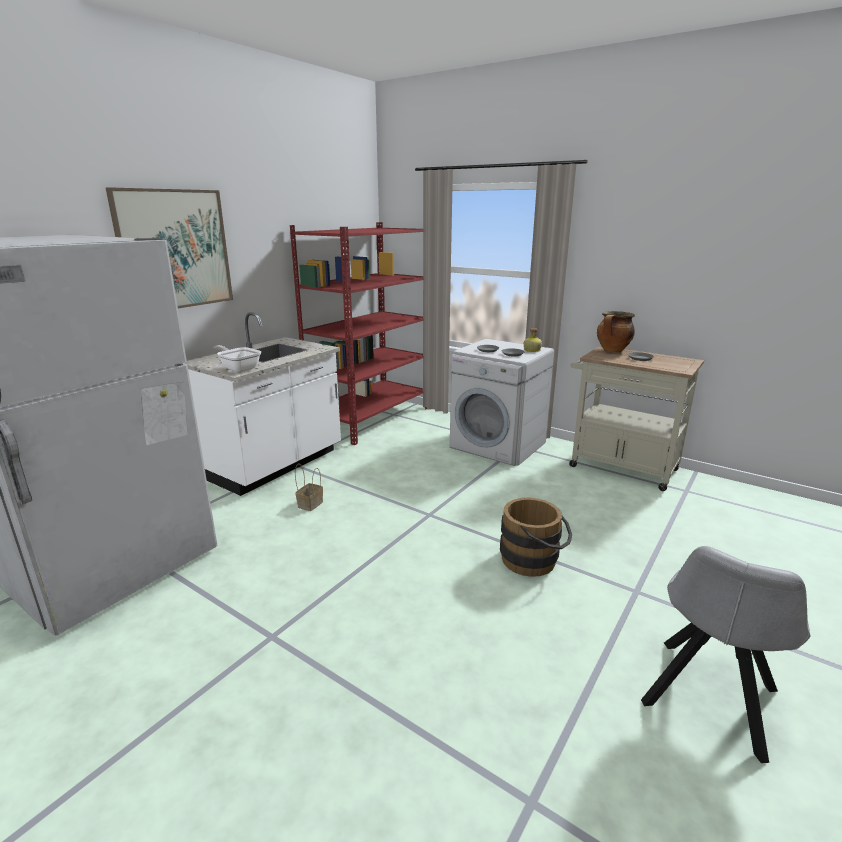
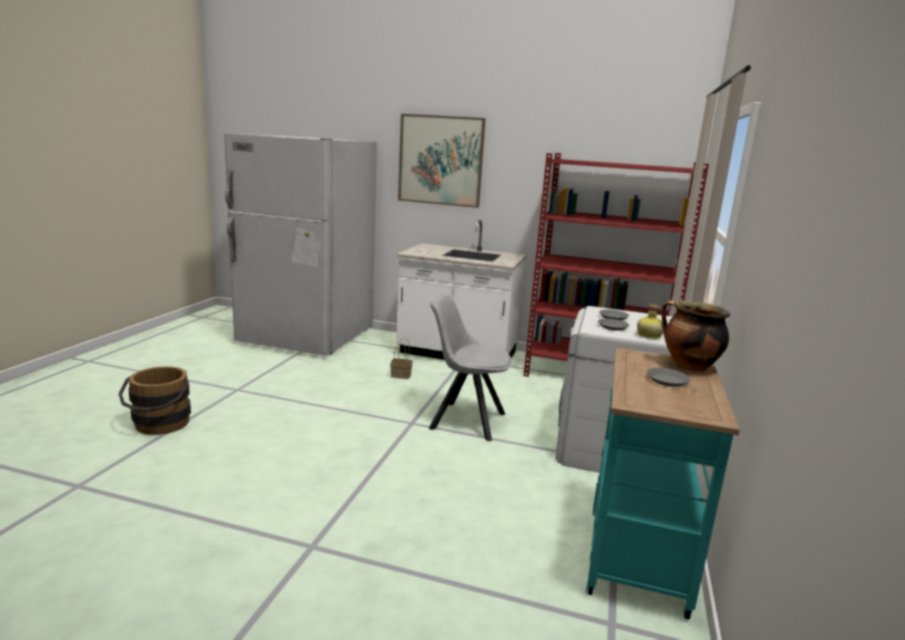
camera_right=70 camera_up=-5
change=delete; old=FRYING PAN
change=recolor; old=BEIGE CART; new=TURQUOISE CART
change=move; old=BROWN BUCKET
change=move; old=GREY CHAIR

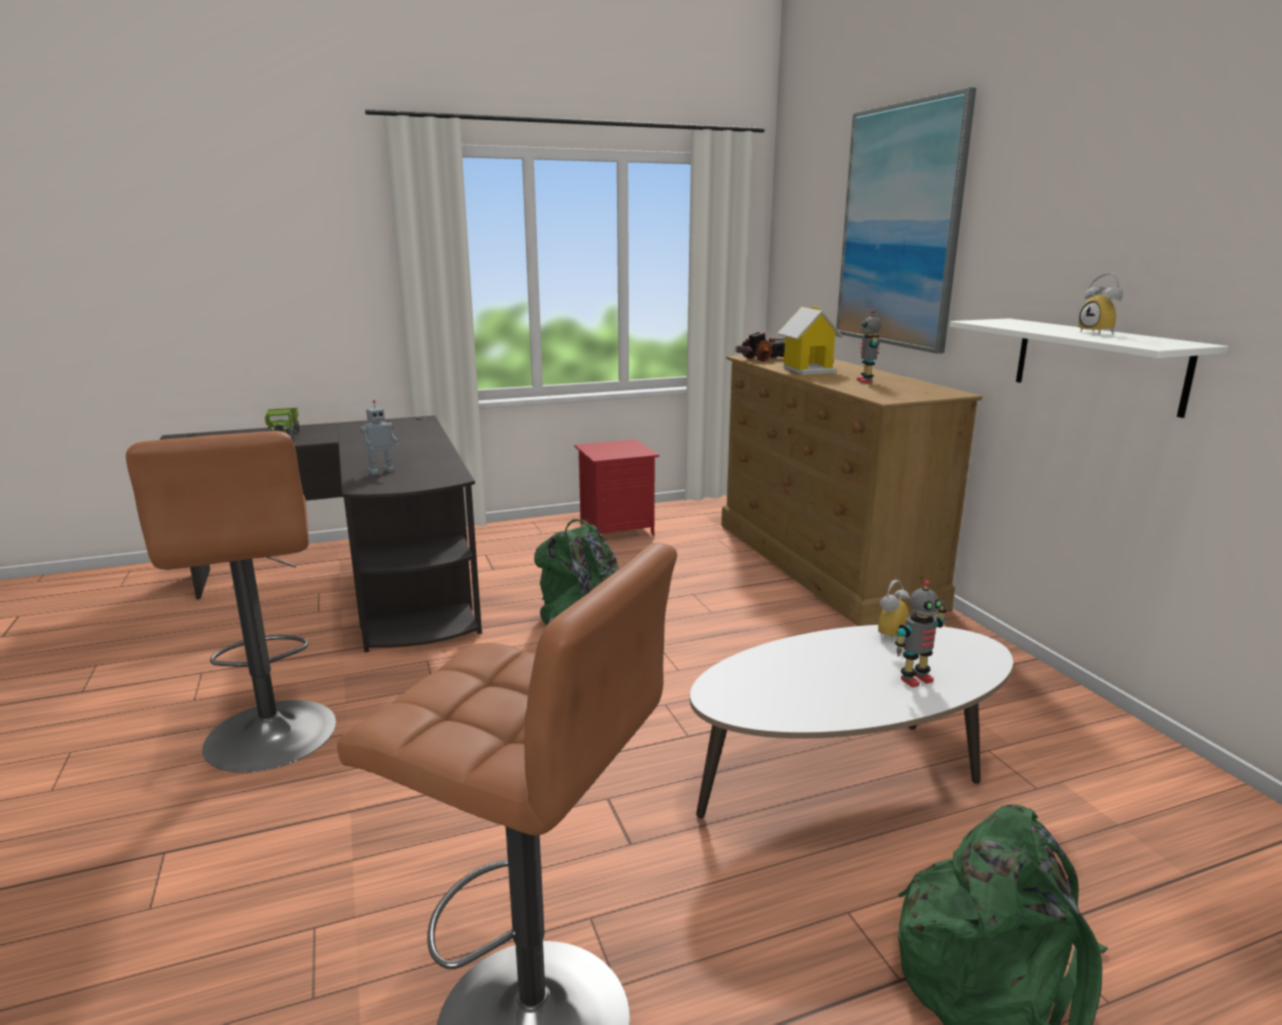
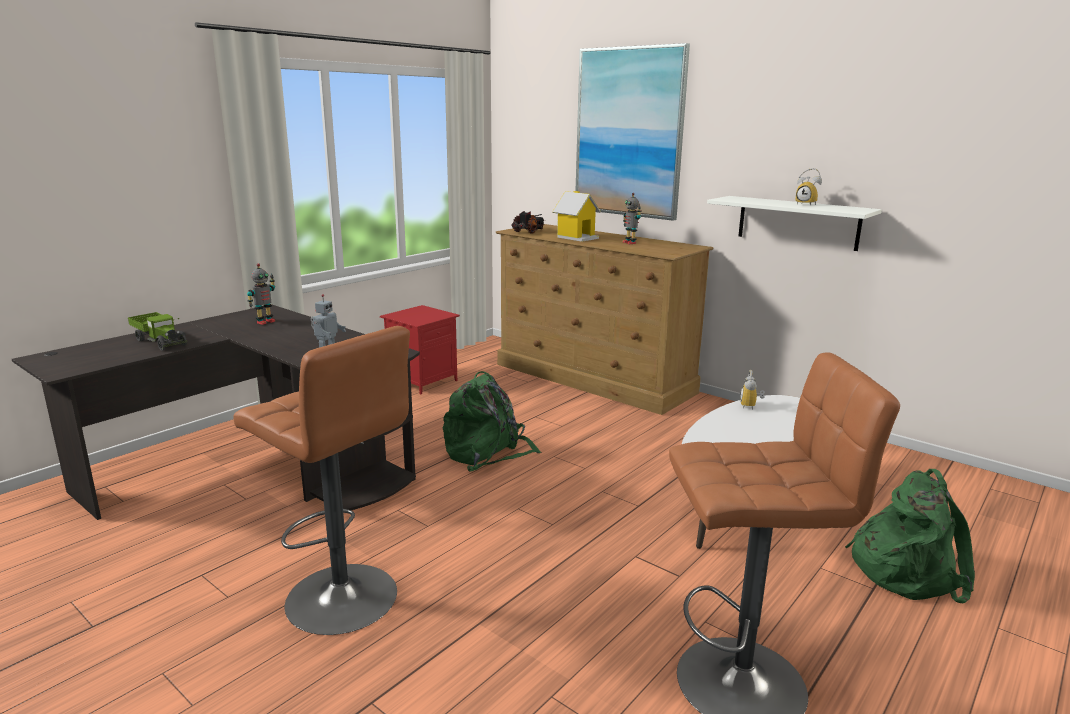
camera_right=-30 camera_up=0
change=move; old=TOY ROBOT (3rd from left in the first image); new=TOY ROBOT (1st from left)

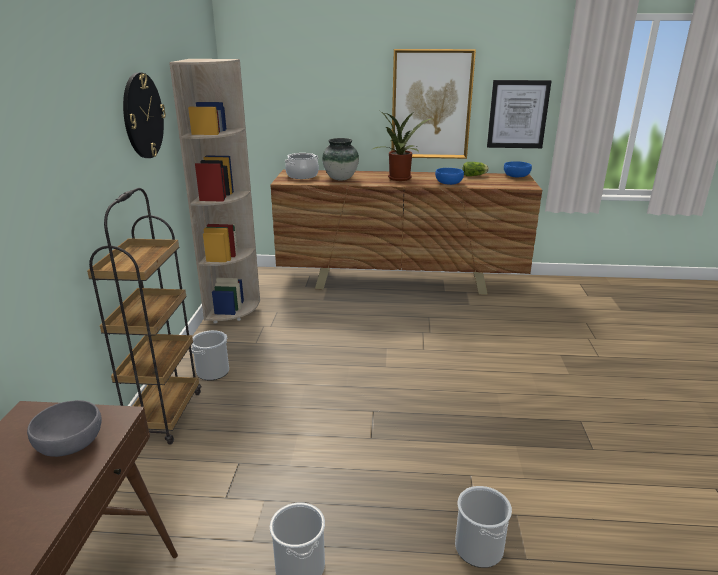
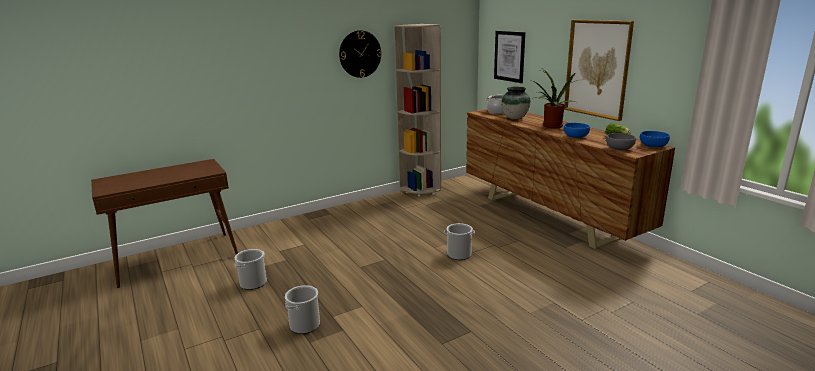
camera_right=55 camera_up=-5
change=move; old=PICTURE (2nd from left in the first image); new=PICTURE (1st from left)
change=delete; old=BROWN CART
change=move; old=BUCKET (1st from left in the first image); new=BUCKET (3rd from left)
change=move; old=GREY BOWL

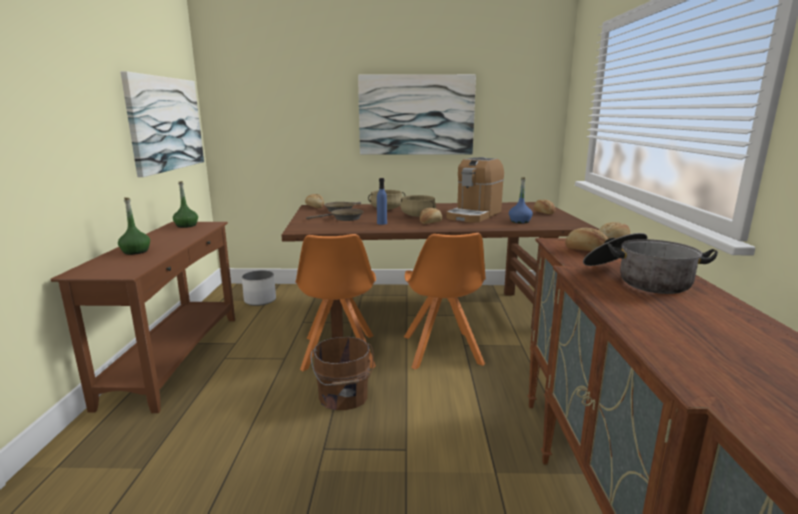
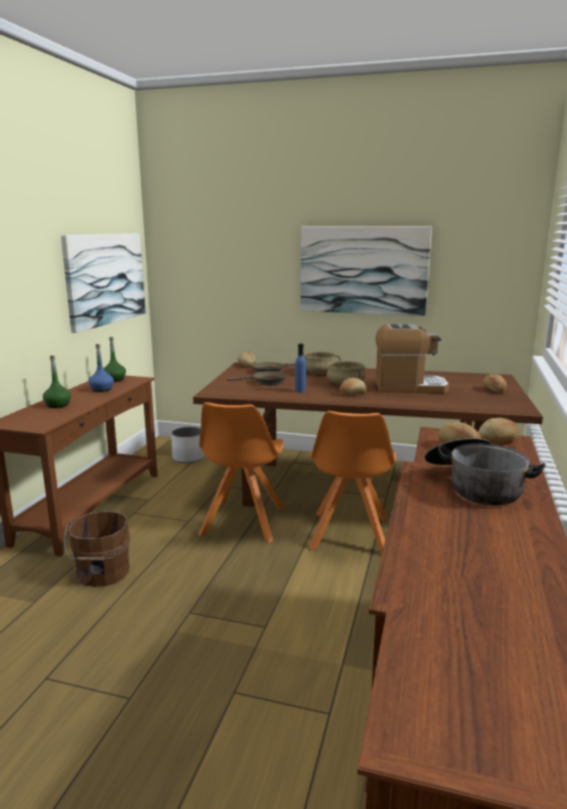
camera_right=15 camera_up=0
change=rotate; old=COFFEE MACHINE; degrees=-135
change=move; old=BLUE BOTTLE (2nd from left in the first image); new=BLUE BOTTLE (1st from left)
change=move; old=BROWN BUCKET

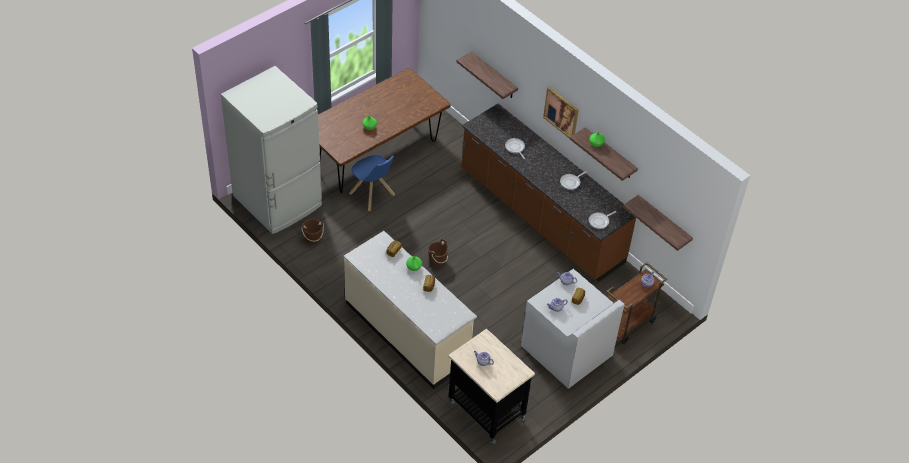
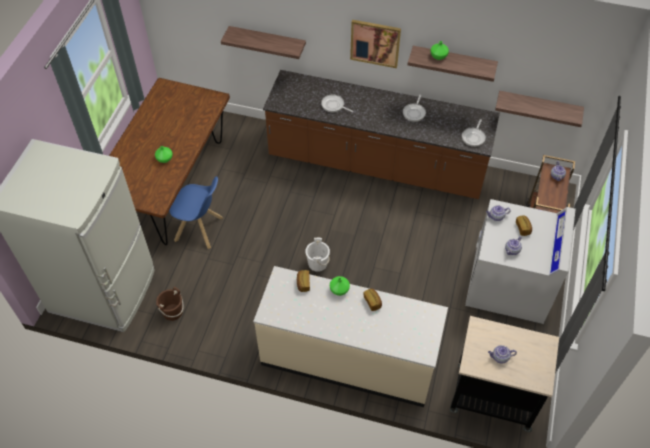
camera_right=-30 camera_up=5
change=recolor; old=BROWN BUCKET (2nd from left); new=WHITE BUCKET

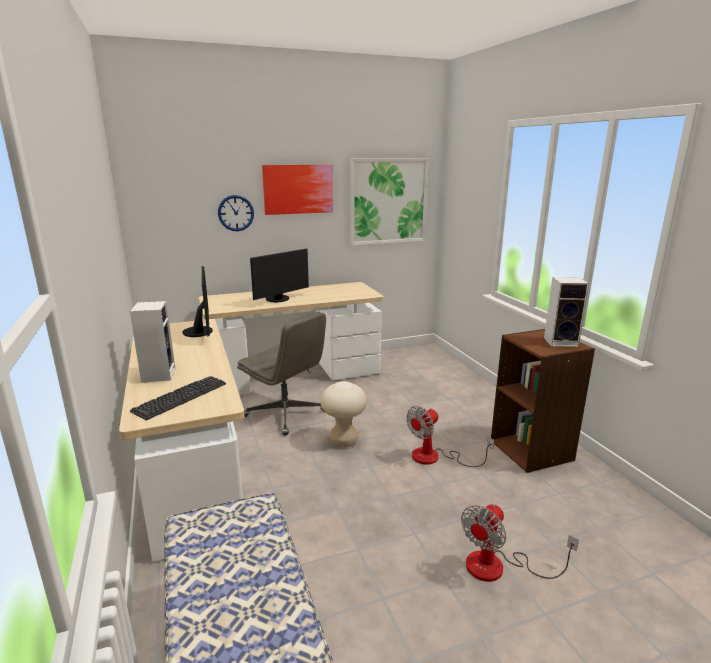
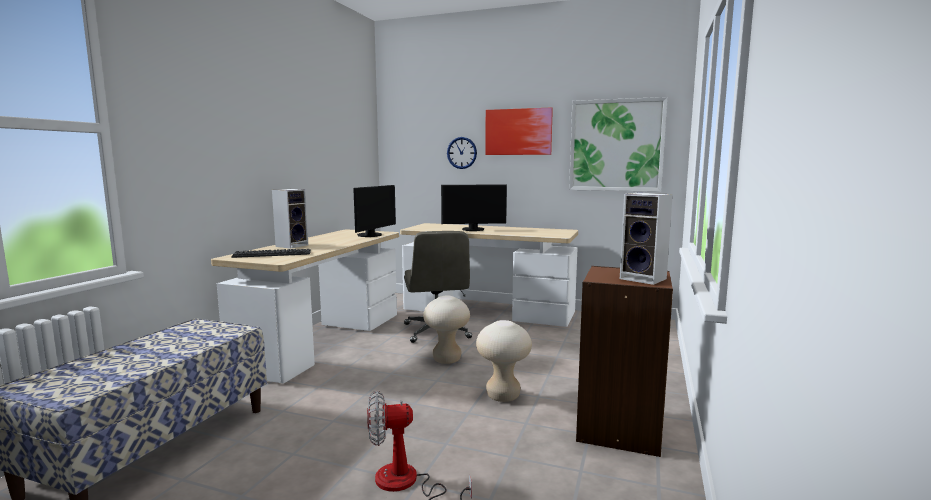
camera_right=40 camera_up=-10
change=replace; old=FAN (1st from left); new=BEIGE STOOL (2nd from left)

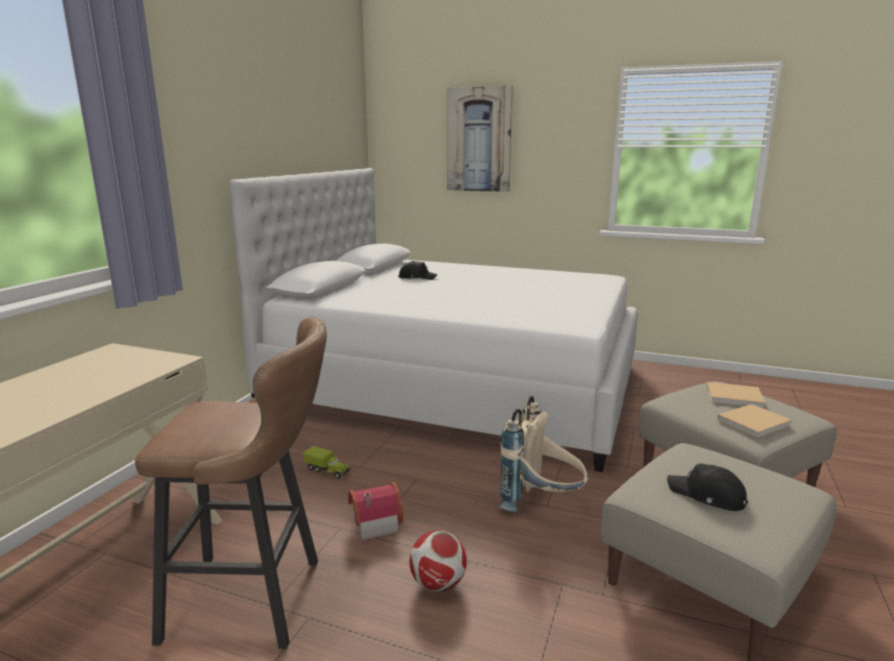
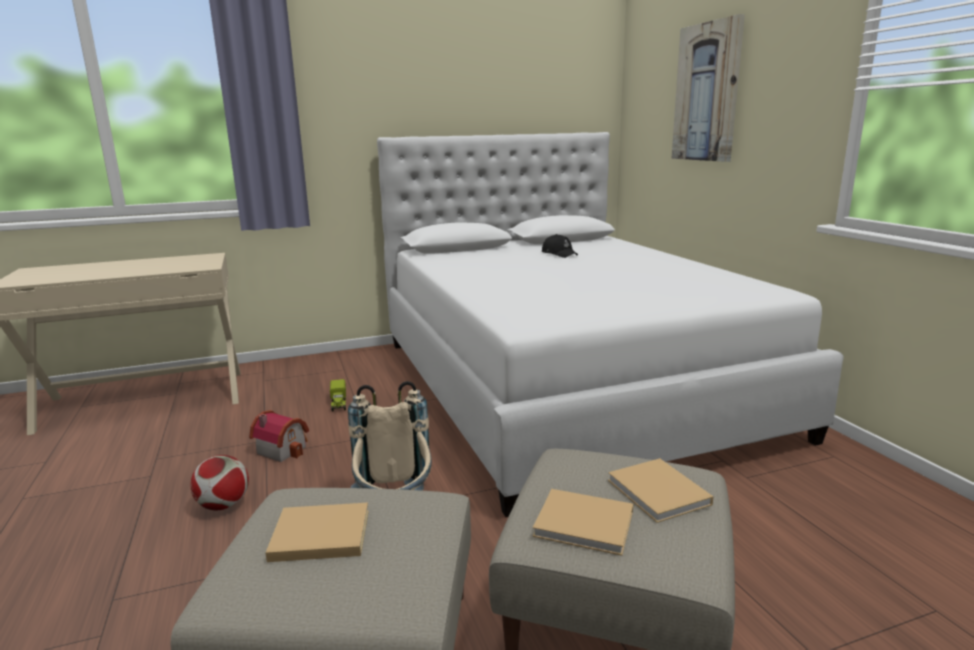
camera_right=50 camera_up=0
change=delete; old=BROWN STOOL
change=replace; old=BLACK CAP (2nd from left); new=BEIGE BOOK (1st from left)

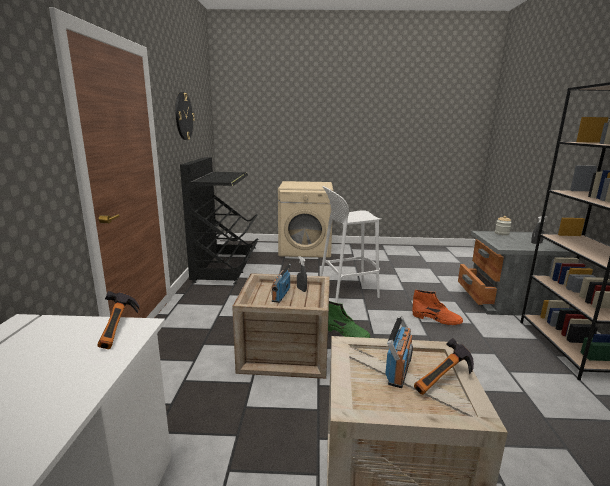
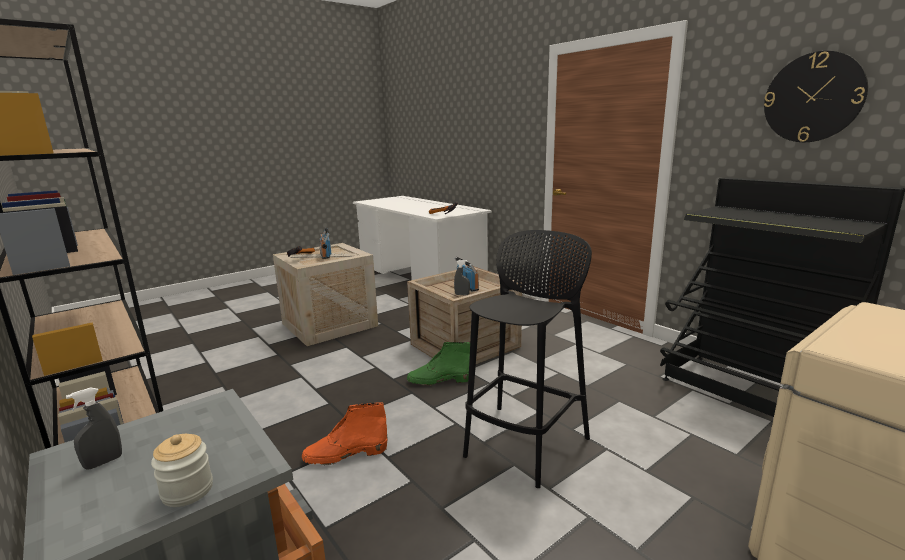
camera_right=140 camera_up=0
change=recolor; old=WHITE STOOL; new=BLACK STOOL

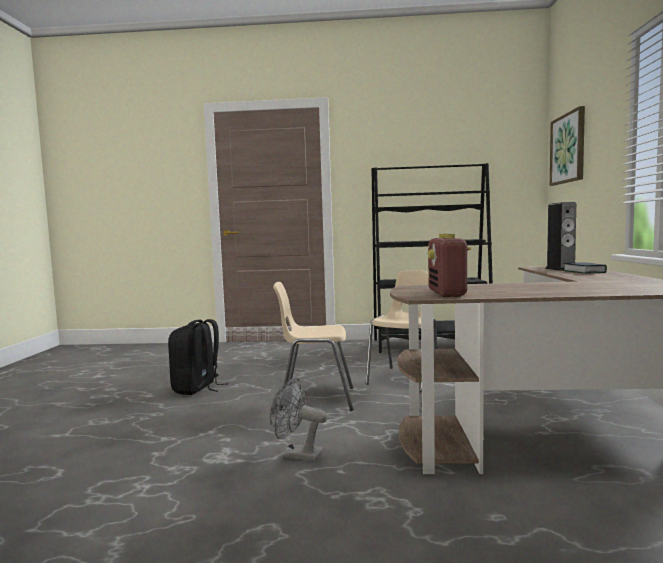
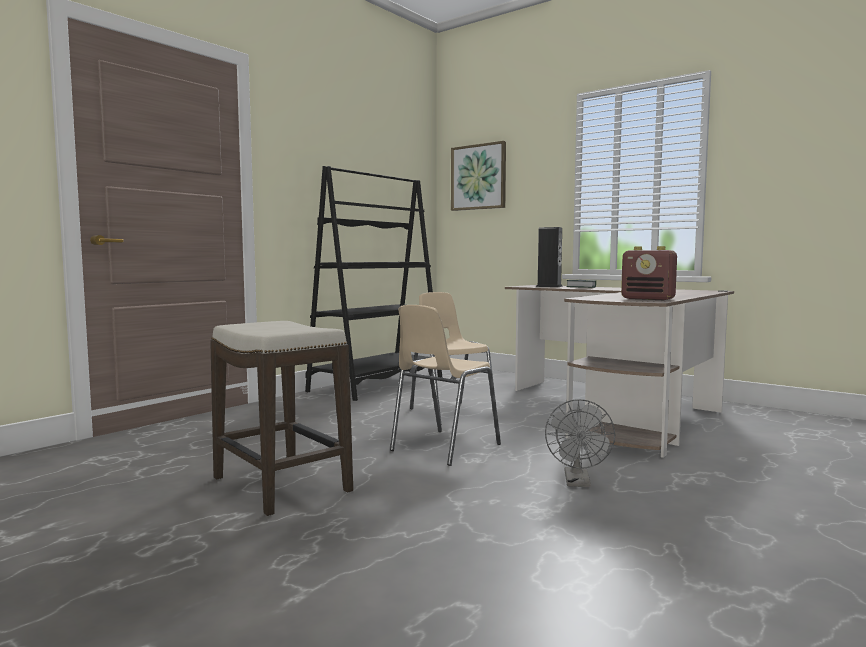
camera_right=-55 camera_up=0
change=replace; old=BLACK BACKPACK; new=STOOL
change=rotate; old=GREY FAN; degrees=-45

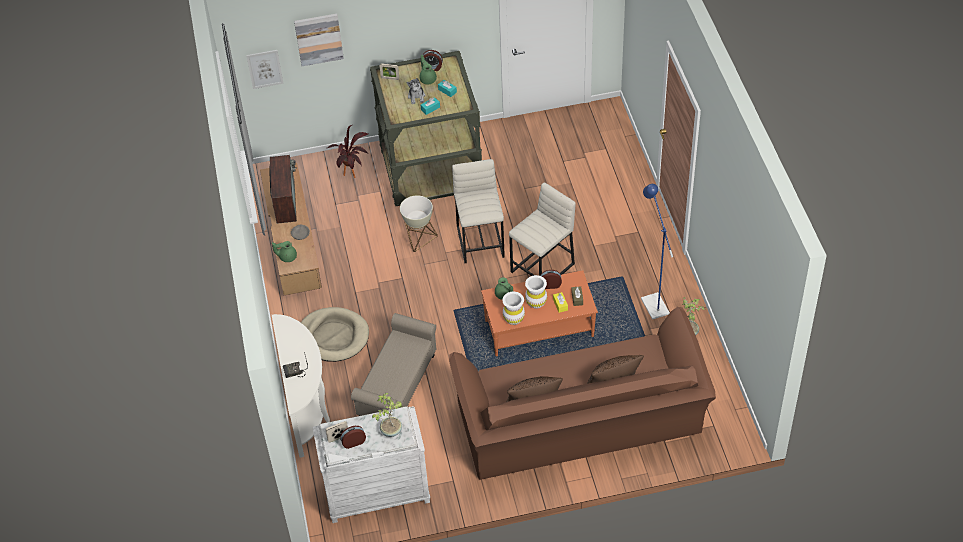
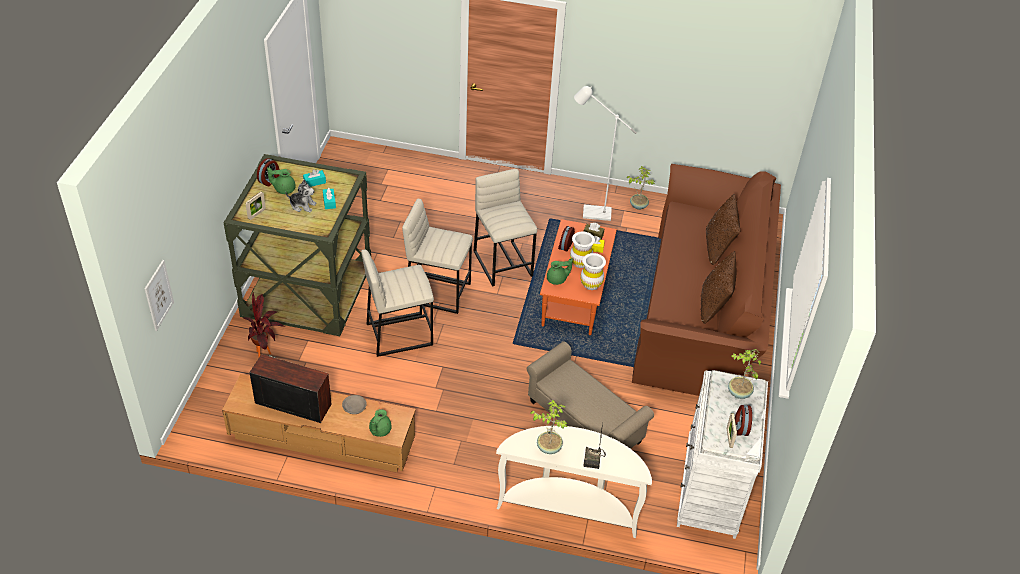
camera_right=-70 camera_up=-5
change=delete; old=PICTURE (2nd from left)
change=recolor; old=BLUE FLOOR LAMP; new=WHITE FLOOR LAMP
change=replace; old=PLANTER; new=BEIGE STOOL (1st from left)
change=delete; old=BEIGE DOG BED
change=insert; new=POTTED PLANT (2nd from left)

